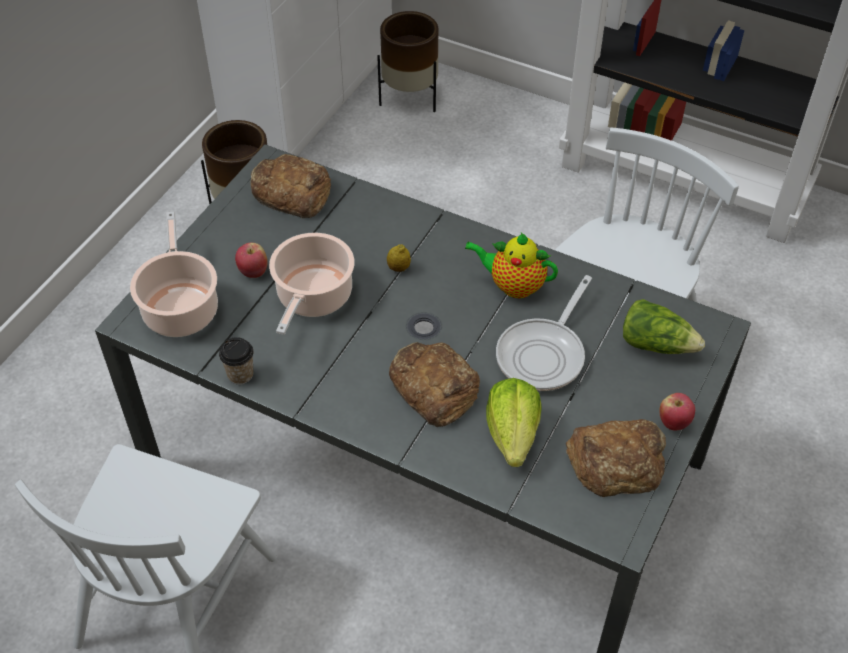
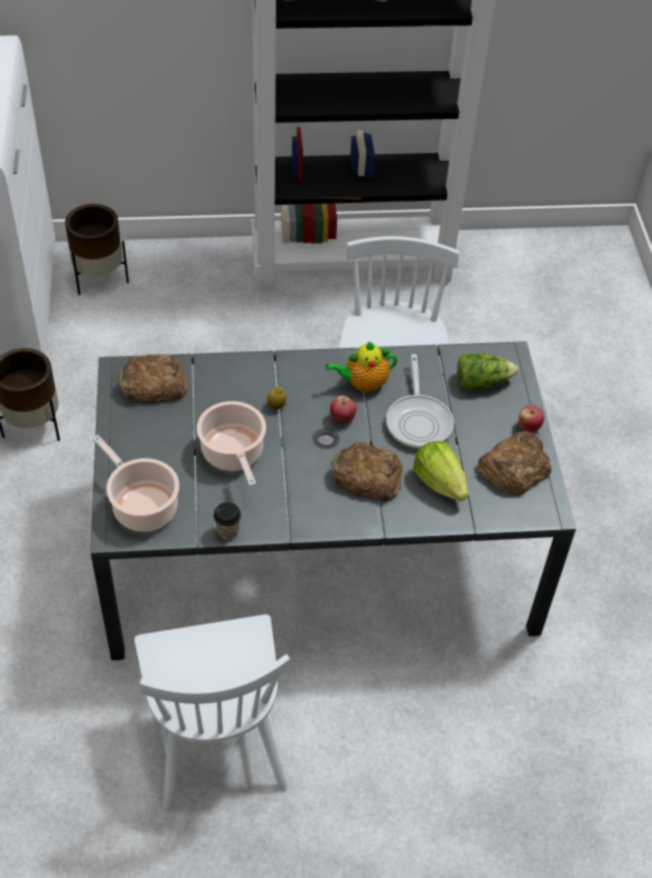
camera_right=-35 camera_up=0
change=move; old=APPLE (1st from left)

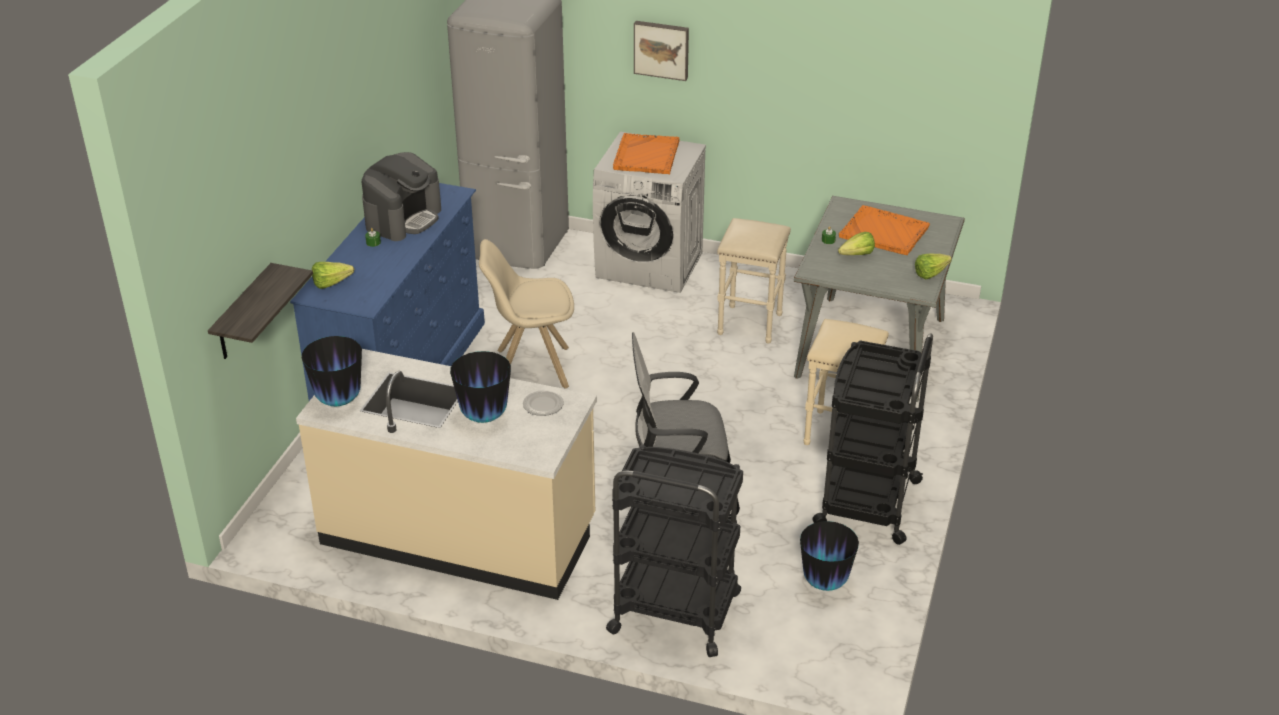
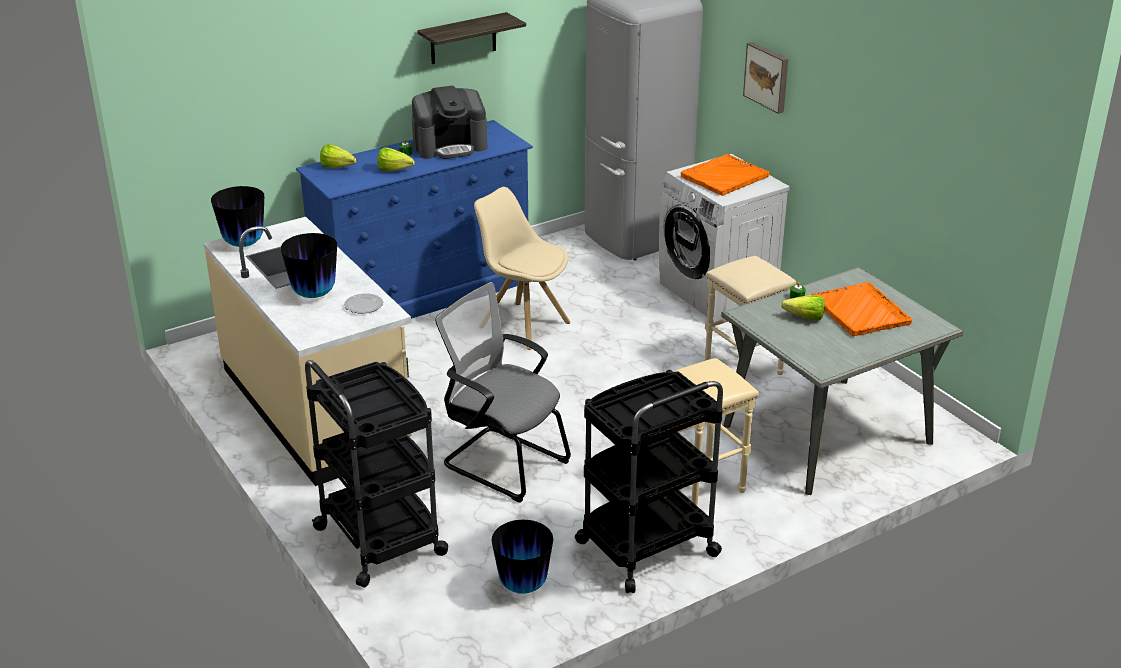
camera_right=40 camera_up=-5
change=move; old=LETTUCE (3rd from left in the first image); new=LETTUCE (2nd from left)
change=move; old=SHELF

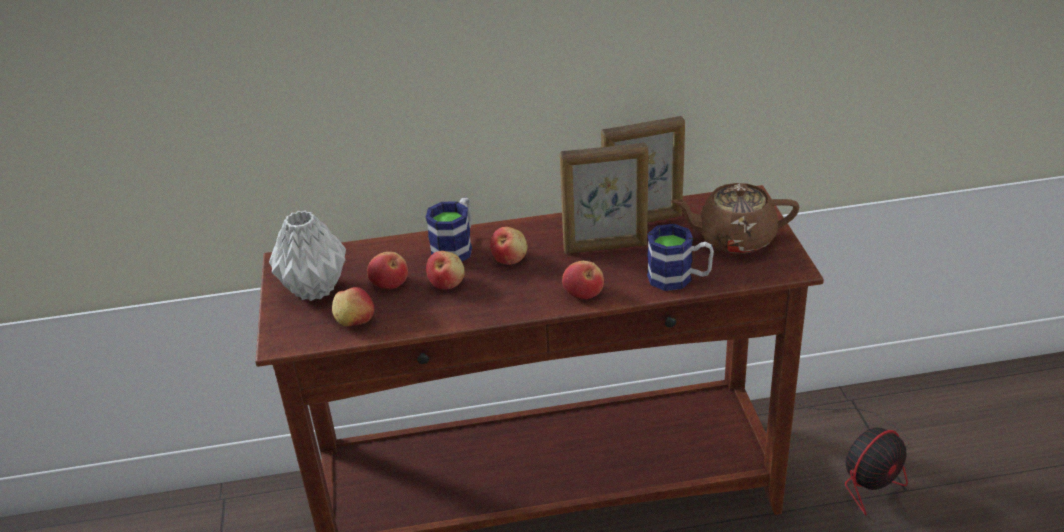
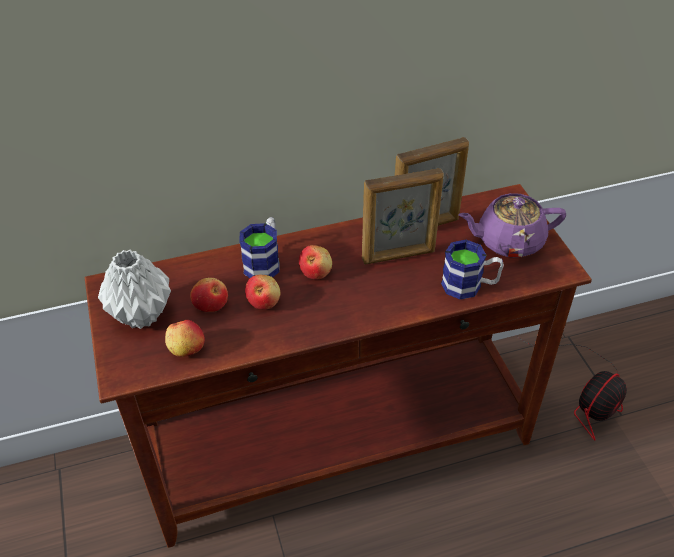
camera_right=-10 camera_up=10
change=recolor; old=BROWN TEAPOT; new=PURPLE TEAPOT
change=delete; old=APPLE (5th from left)

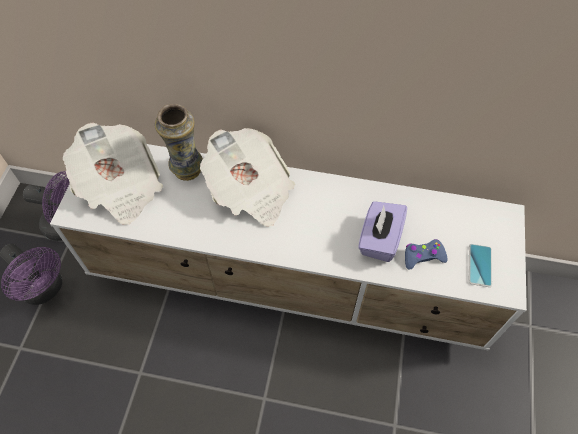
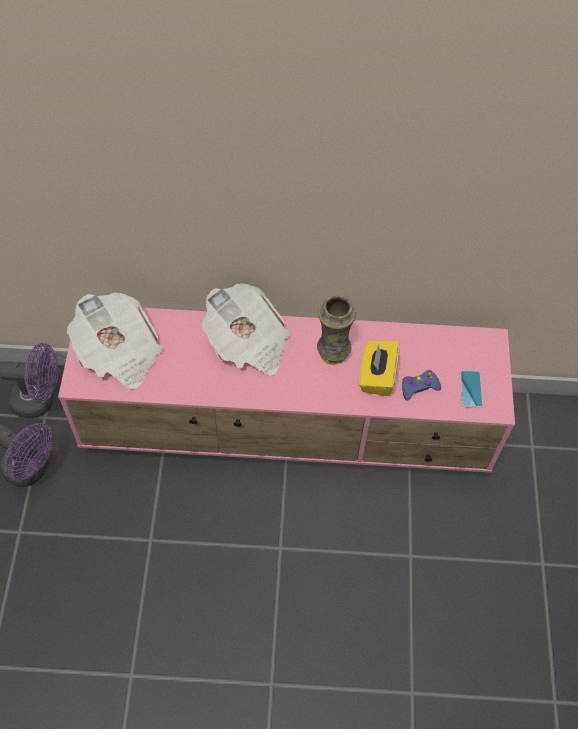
camera_right=-10 camera_up=0
change=move; old=VASE
change=recolor; old=WHITE TV STAND; new=PINK TV STAND
change=recolor; old=PURPLE TISSUE BOX; new=YELLOW TISSUE BOX

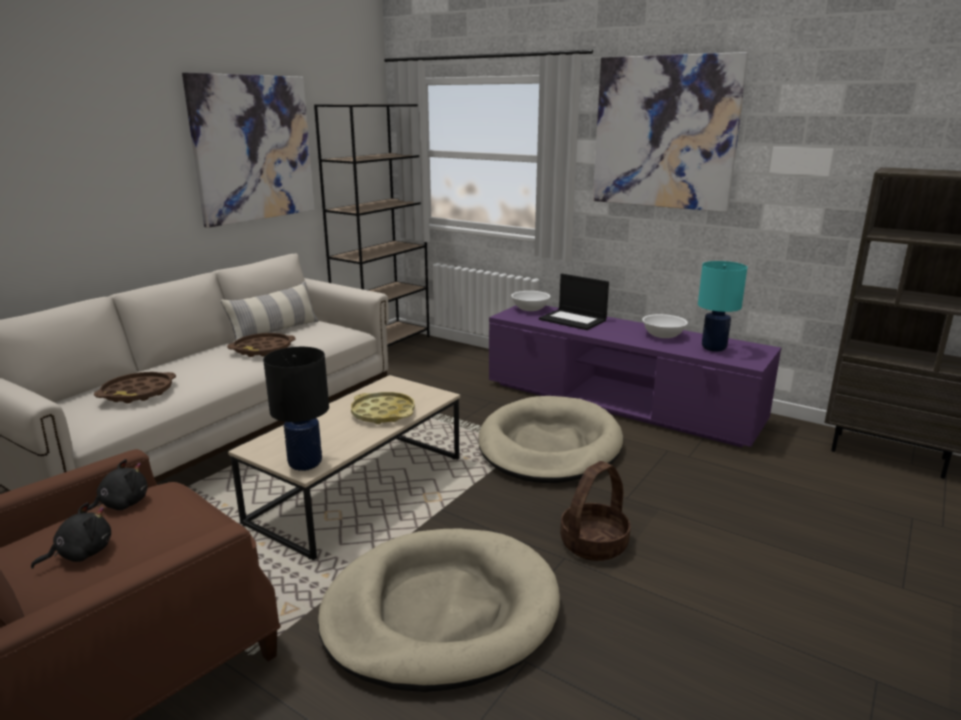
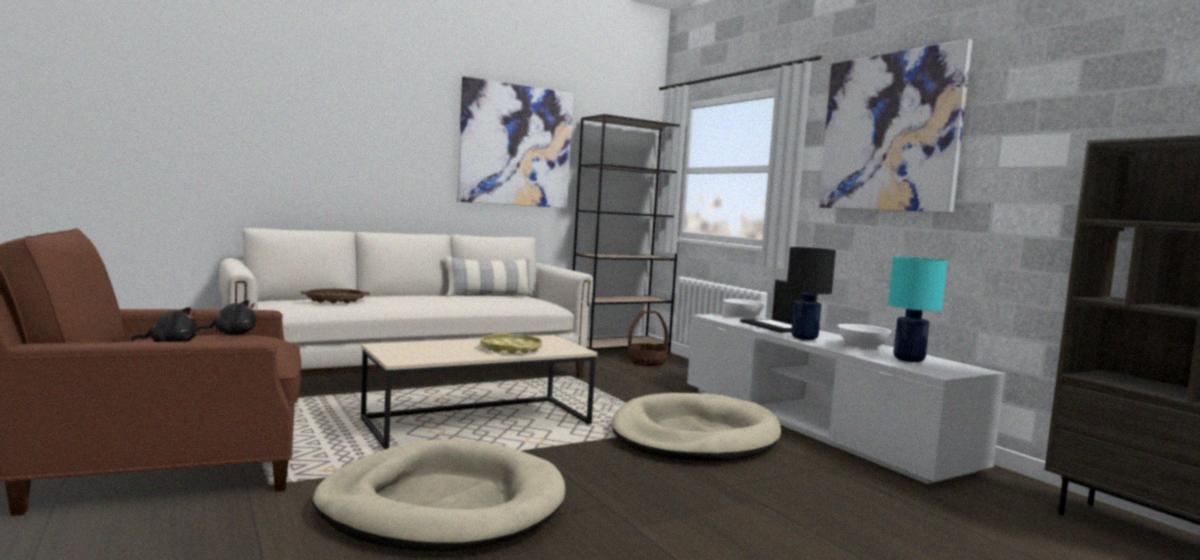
camera_right=25 camera_up=-15
change=recolor; old=PURPLE TV STAND; new=WHITE TV STAND
change=delete; old=BROWN TRAY (2nd from left)
change=move; old=BLACK TABLE LAMP
change=move; old=BASKET

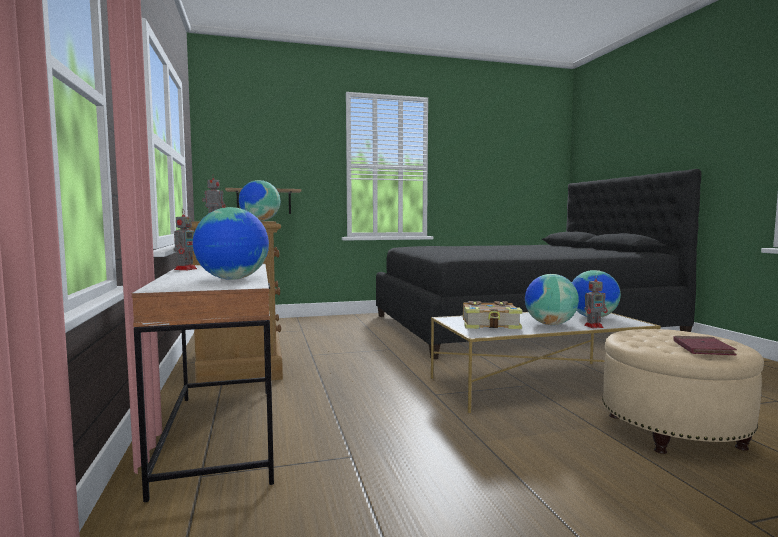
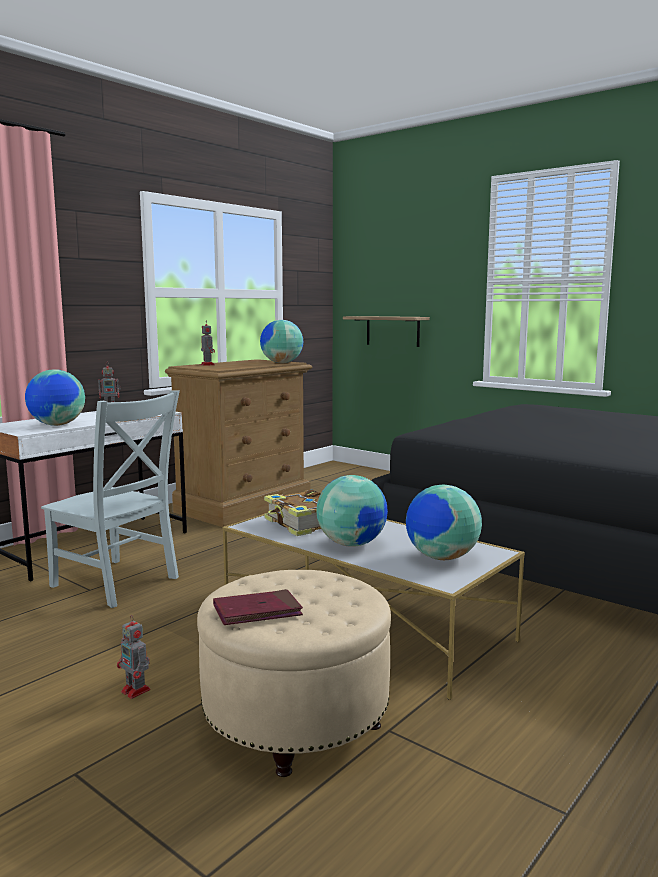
camera_right=55 camera_up=5
change=move; old=TOY ROBOT (3rd from left in the first image); new=TOY ROBOT (2nd from left)
change=insert; new=GREY CHAIR

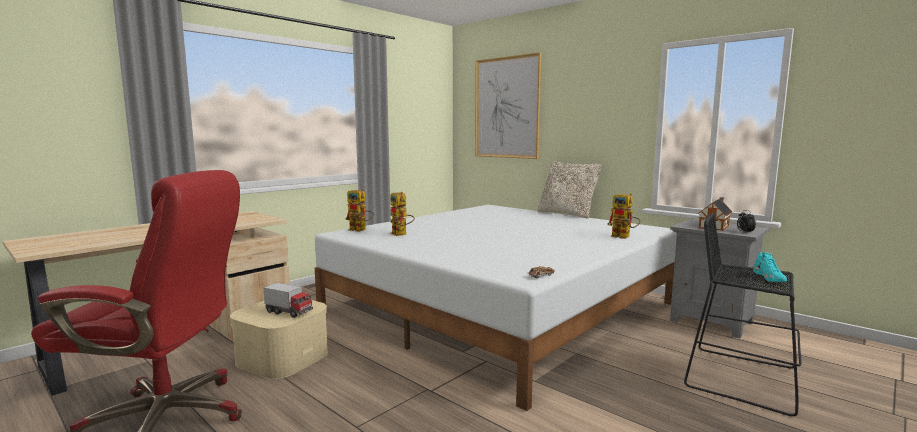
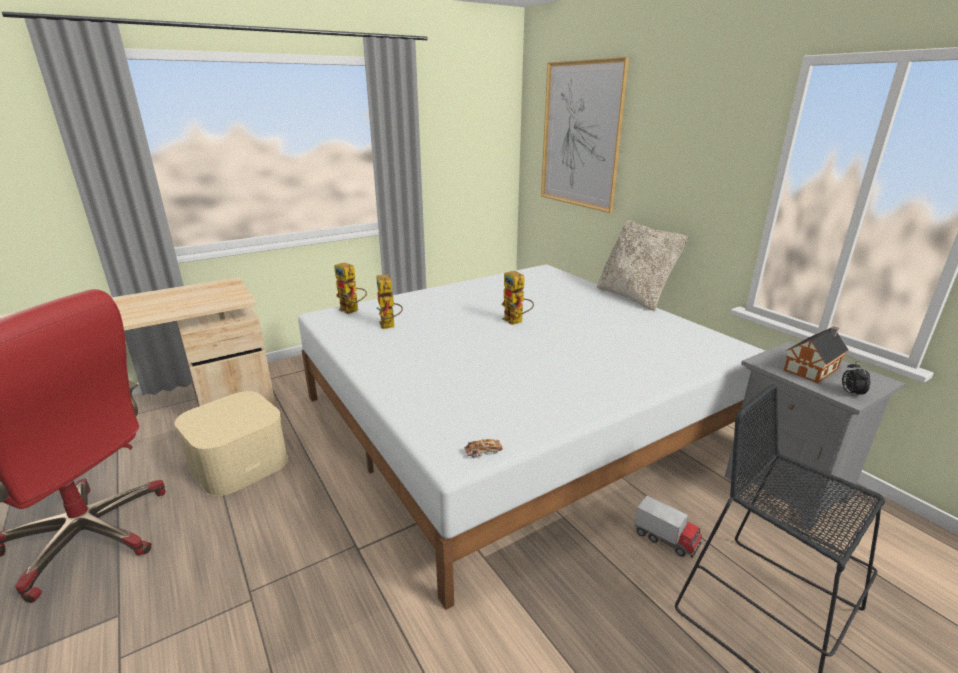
camera_right=15 camera_up=15
change=move; old=TOY ROBOT (3rd from left)
change=delete; old=TURQUOISE SHOE
change=move; old=TOY TRUCK

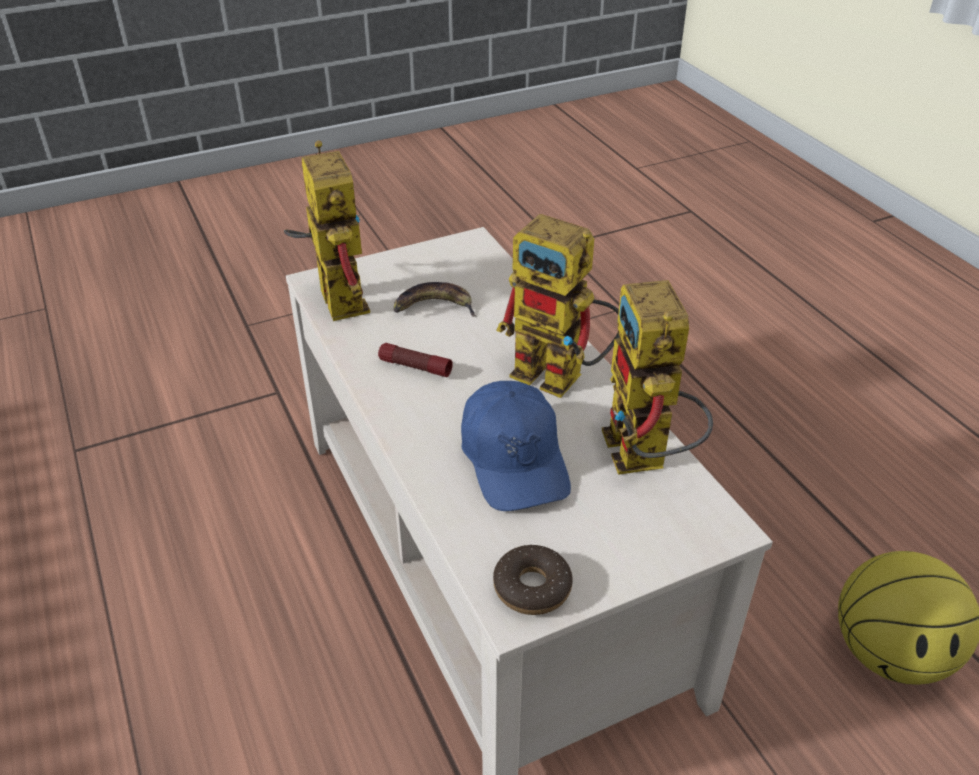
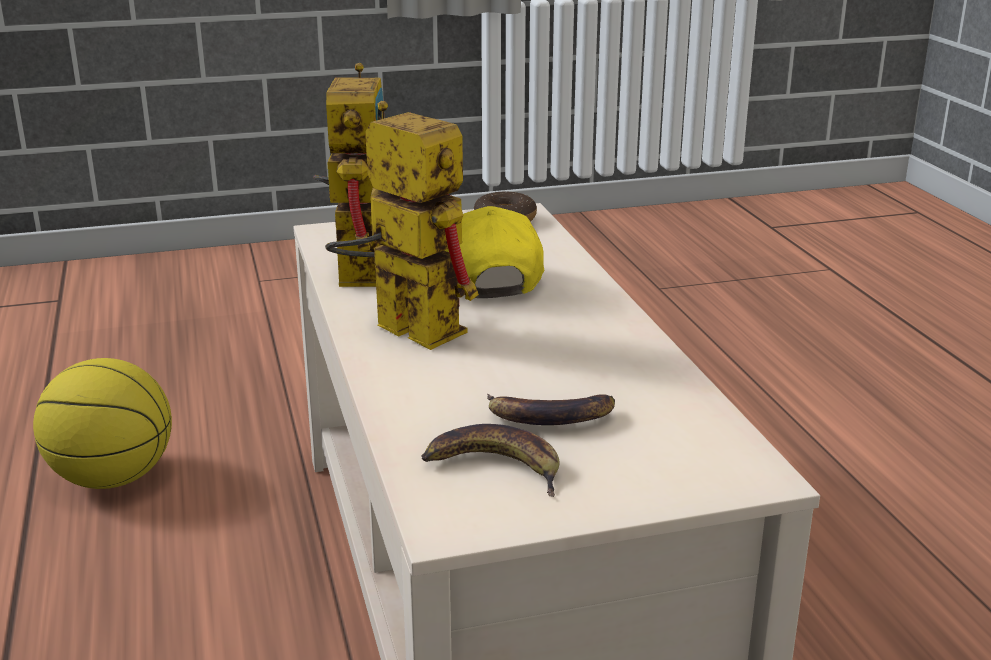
camera_right=-170 camera_up=-15
change=delete; old=TOY ROBOT (1st from left)
change=delete; old=FLASHLIGHT
change=recolor; old=BLUE CAP; new=YELLOW CAP
change=insert; new=BANANA (1st from left)

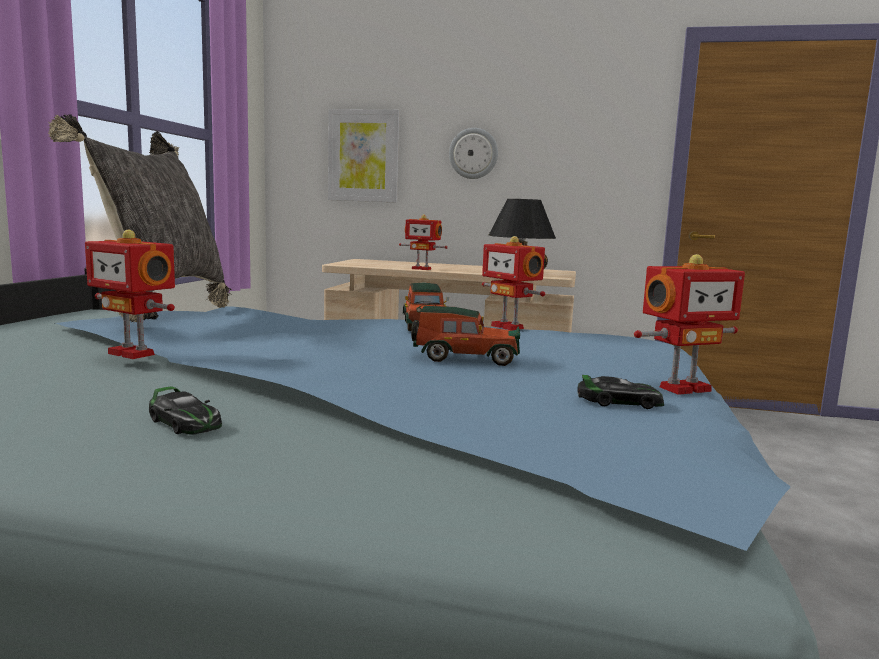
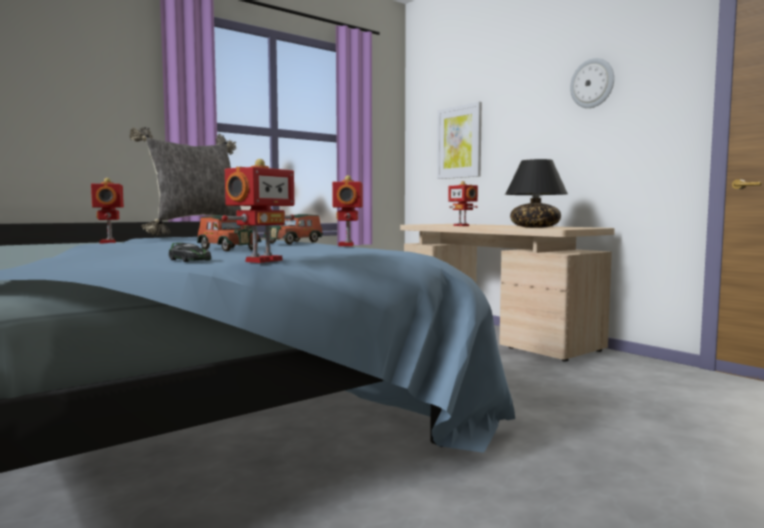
camera_right=40 camera_up=-5
change=move; old=WALL CLOCK
change=rotate; old=TOY ROBOT (4th from left in the first image); degrees=-75
change=delete; old=TOY CAR (1st from left)

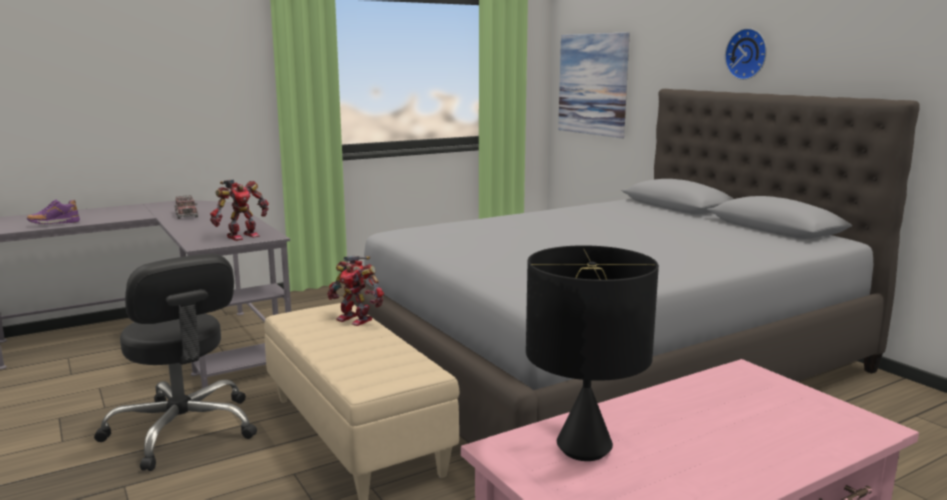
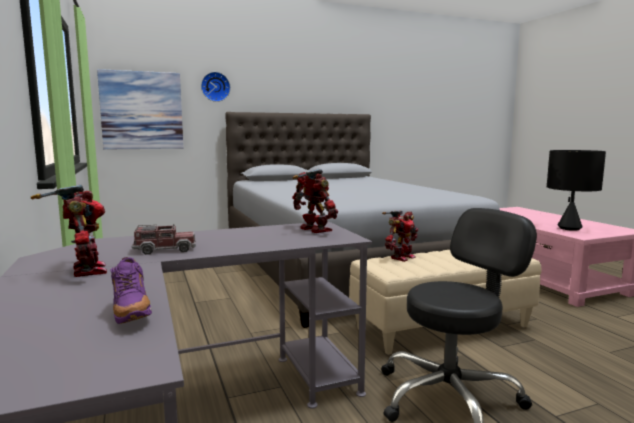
camera_right=-80 camera_up=-5
change=move; old=WALL CLOCK
change=insert; new=TOY ROBOT (1st from left)

